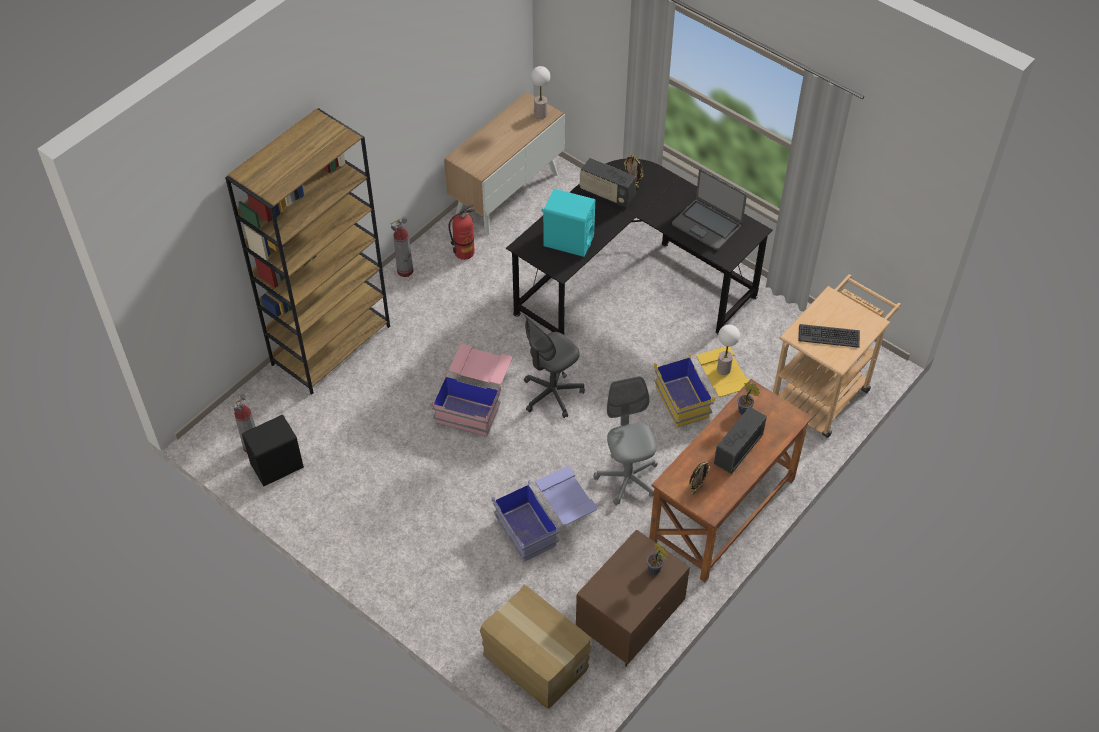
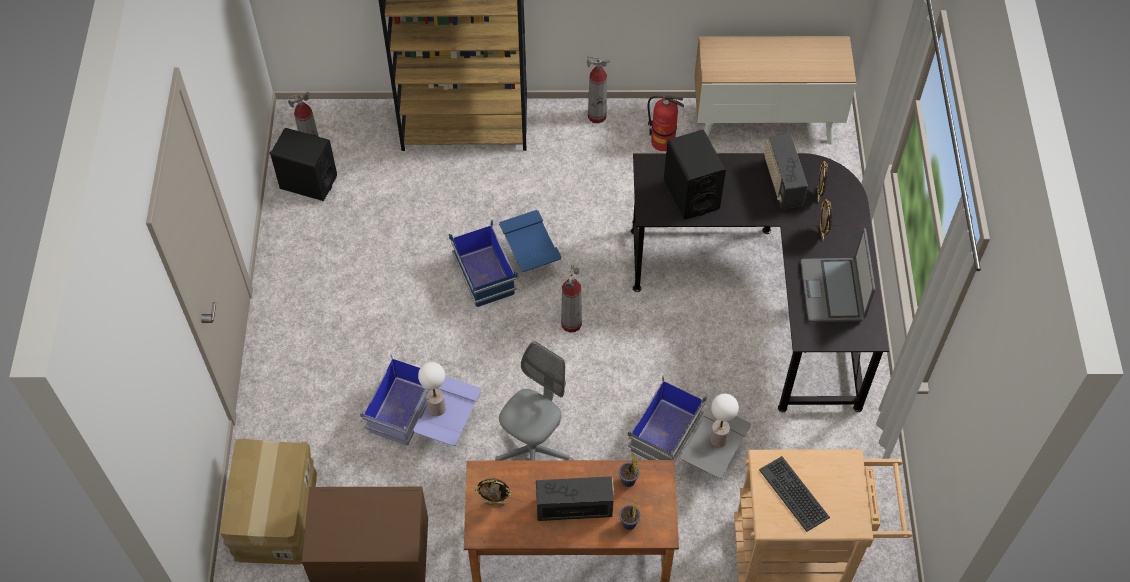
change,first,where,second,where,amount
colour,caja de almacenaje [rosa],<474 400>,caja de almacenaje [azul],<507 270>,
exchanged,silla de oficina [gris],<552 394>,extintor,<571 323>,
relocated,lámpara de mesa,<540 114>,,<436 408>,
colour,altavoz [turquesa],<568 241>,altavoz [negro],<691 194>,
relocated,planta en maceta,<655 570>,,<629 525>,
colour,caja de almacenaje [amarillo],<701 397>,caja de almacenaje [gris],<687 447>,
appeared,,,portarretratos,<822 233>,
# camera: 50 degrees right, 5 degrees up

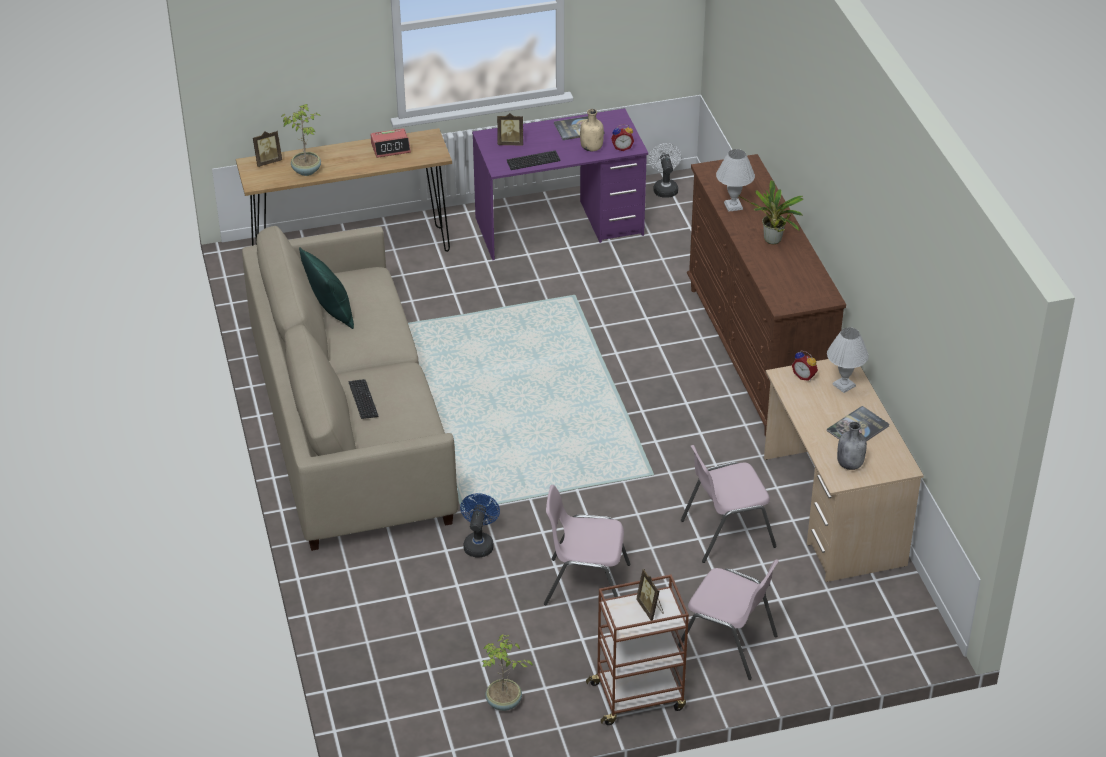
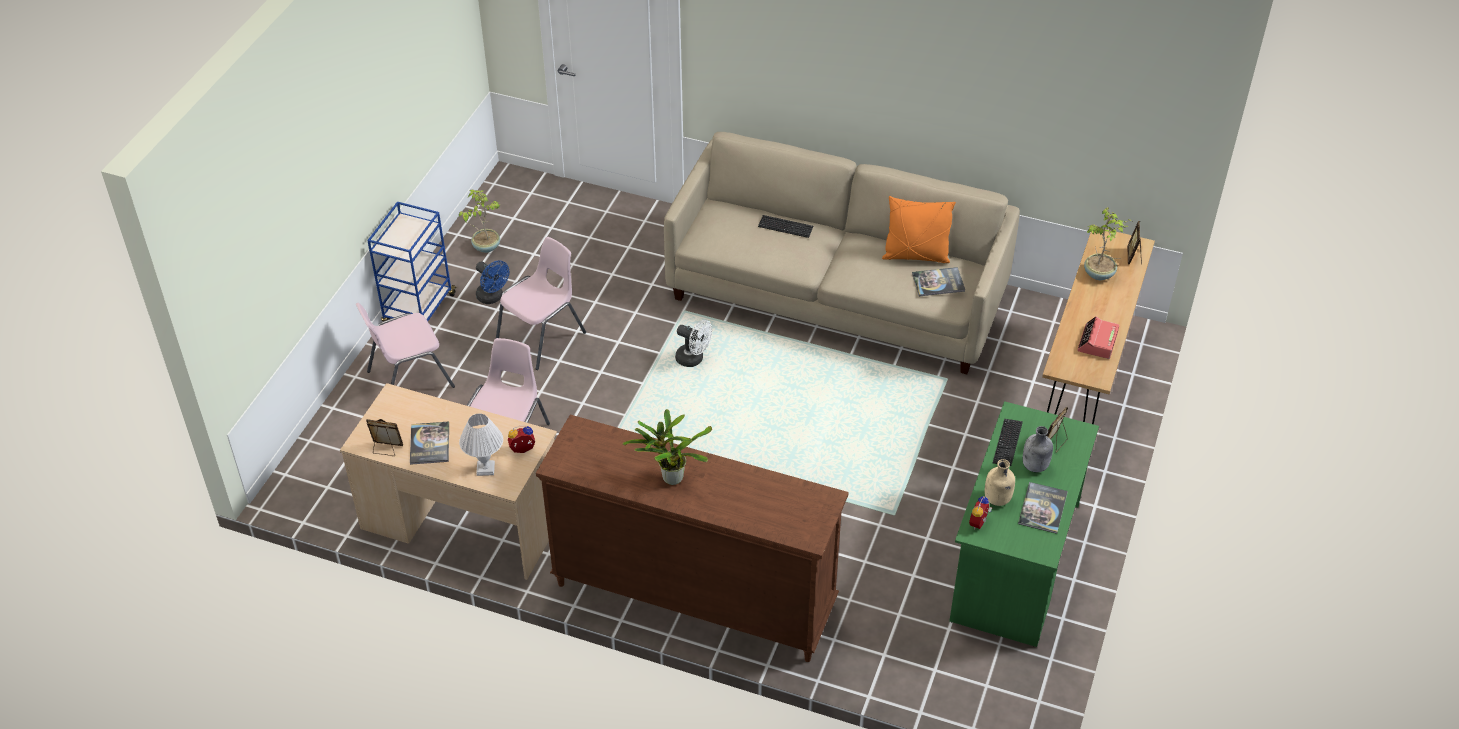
change,first,where,second,where,amount
colour,cojín [verde],<331 312>,cojín [naranja],<916 256>,
relocated,ventilador [azul],<479 543>,,<493 297>,
colour,escritorio [morado],<559 227>,escritorio [verde],<1015 562>,
colour,carrito [marrón],<638 696>,carrito [azul],<419 310>,
relocated,portarretratos,<650 608>,,<386 449>,
relocated,ventilador [blanco],<664 188>,,<693 359>,
missing,lámpara de mesa [blanco],<733 206>,,,
relocated,botella [gris],<850 464>,,<1035 466>,
appeared,,,libro,<938 282>,
# camera: 125 degrees right, 5 degrees up

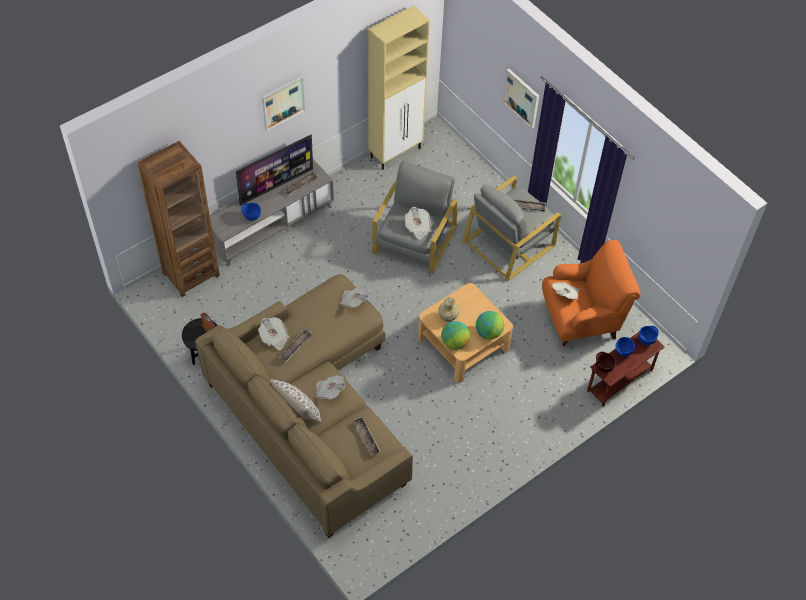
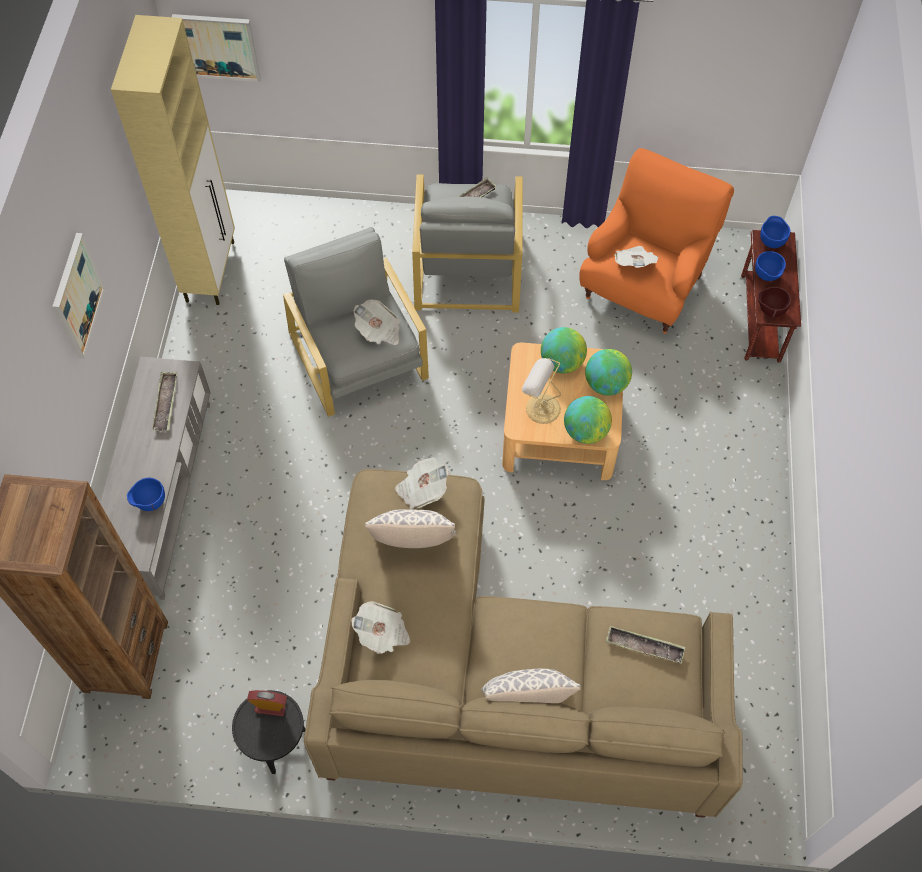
change,first,where,second,where,amount
missing,televisor,<276 186>,,,
missing,bandeja,<295 346>,,,
missing,periódico,<329 391>,,,
exchanged,florero [beis],<448 317>,lámpara de mesa,<541 408>,
relocated,cuadro,<521 98>,,<217 46>,
appeared,,,cojín,<413 544>,
appeared,,,globo terráqueo,<562 362>,
# camera: 45 degrees left, 5 degrees up

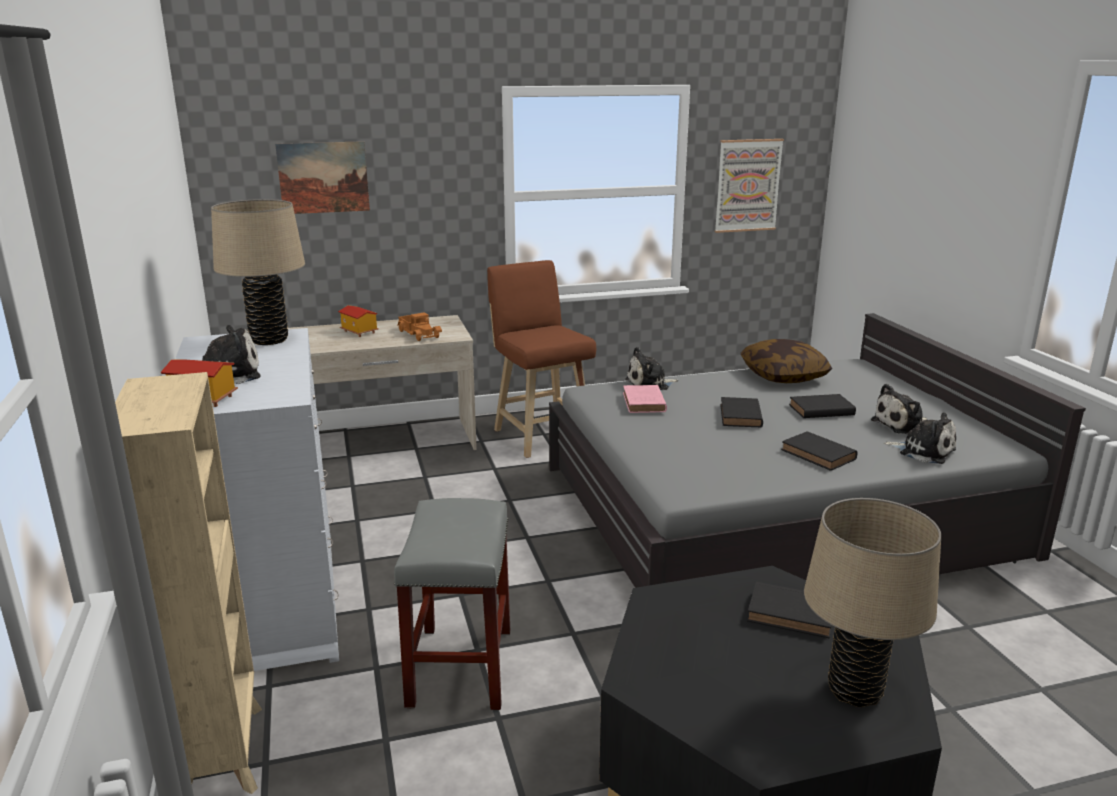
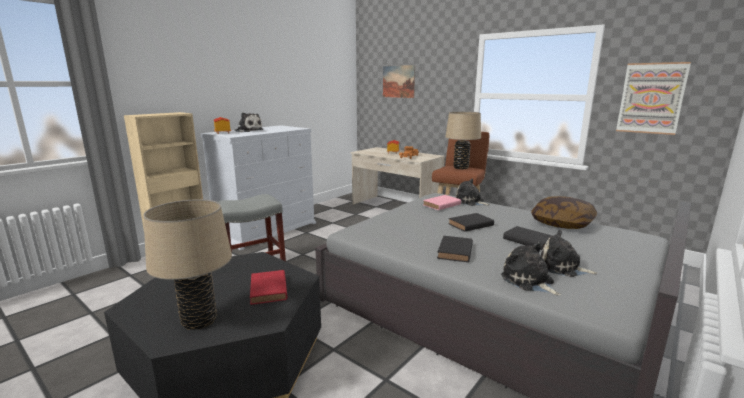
change,first,where,second,where,amount
relocated,lámpara de mesa [beis],<269 340>,,<461 168>,
colour,libro [negro],<793 614>,libro [rojo],<268 290>,
spun,peluche,<923 451>,,<529 281>,150 degrees clockwise
# camera: 55 degrees right, 5 degrees down

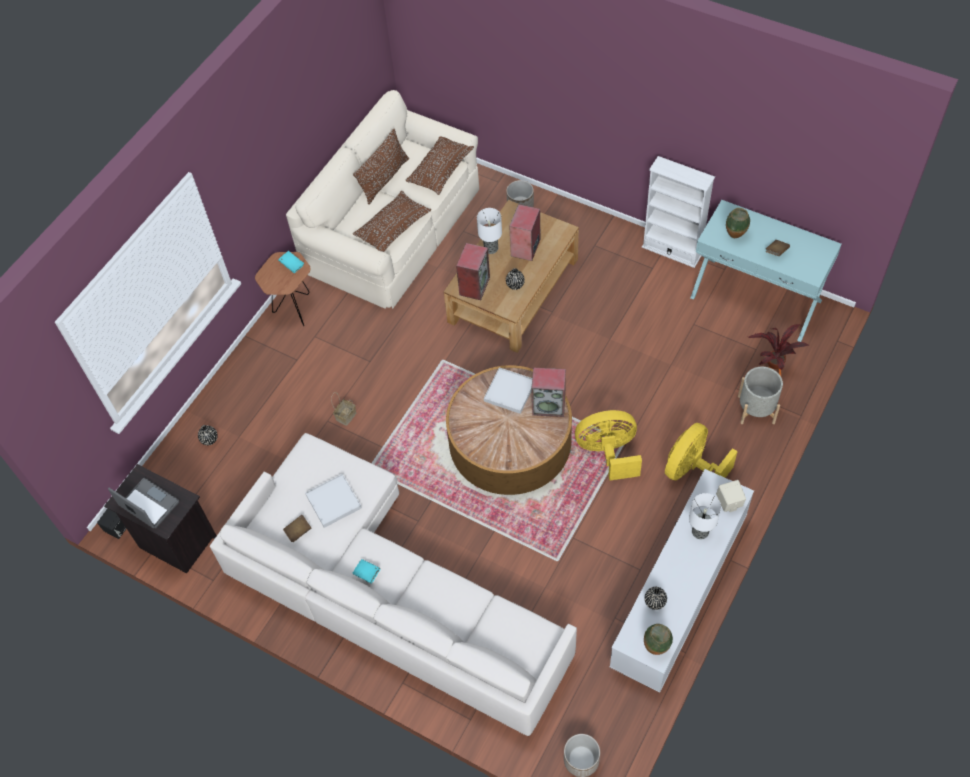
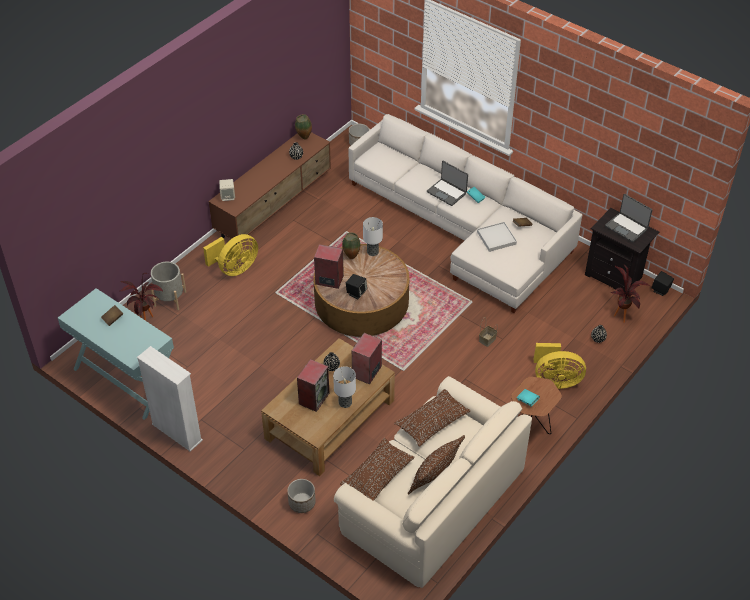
change,first,where,second,where,amount
exchanged,bandeja [blanco],<509 392>,altavoz [negro],<356 293>,
relocated,ventilador [amarillo],<608 453>,,<555 380>,
colour,mueble de televisión [blanco],<677 595>,mueble de televisión [marrón],<274 204>,
relocated,lámpara de mesa,<700 532>,,<372 251>,
relocated,florero,<735 236>,,<351 257>,
appeared,,,portátil,<447 192>,
appeared,,,planta en maceta,<622 314>,
# camera: 175 degrees left, 10 degrees down

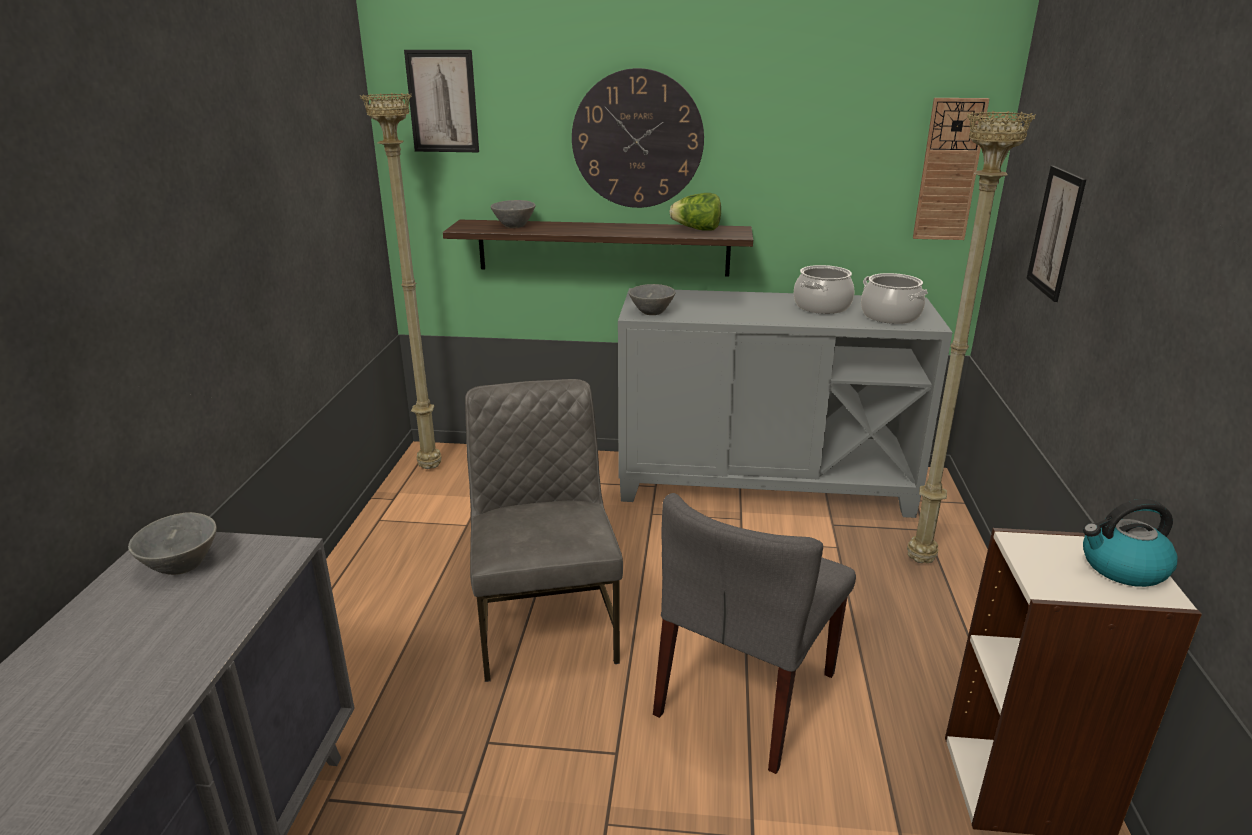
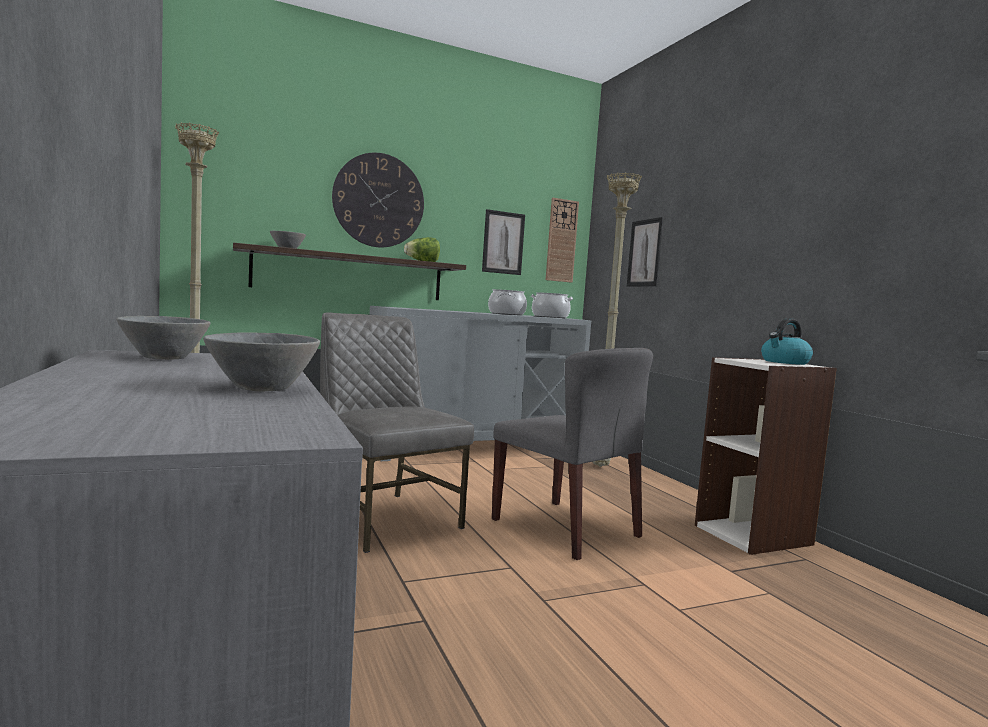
change,first,where,second,where,amount
relocated,cuadro,<442 101>,,<503 242>,
relocated,cuenco [gris],<650 312>,,<259 388>,
spun,silla [gris],<746 695>,,<566 528>,45 degrees counterclockwise
# camera: 30 degrees left, 20 degrees down

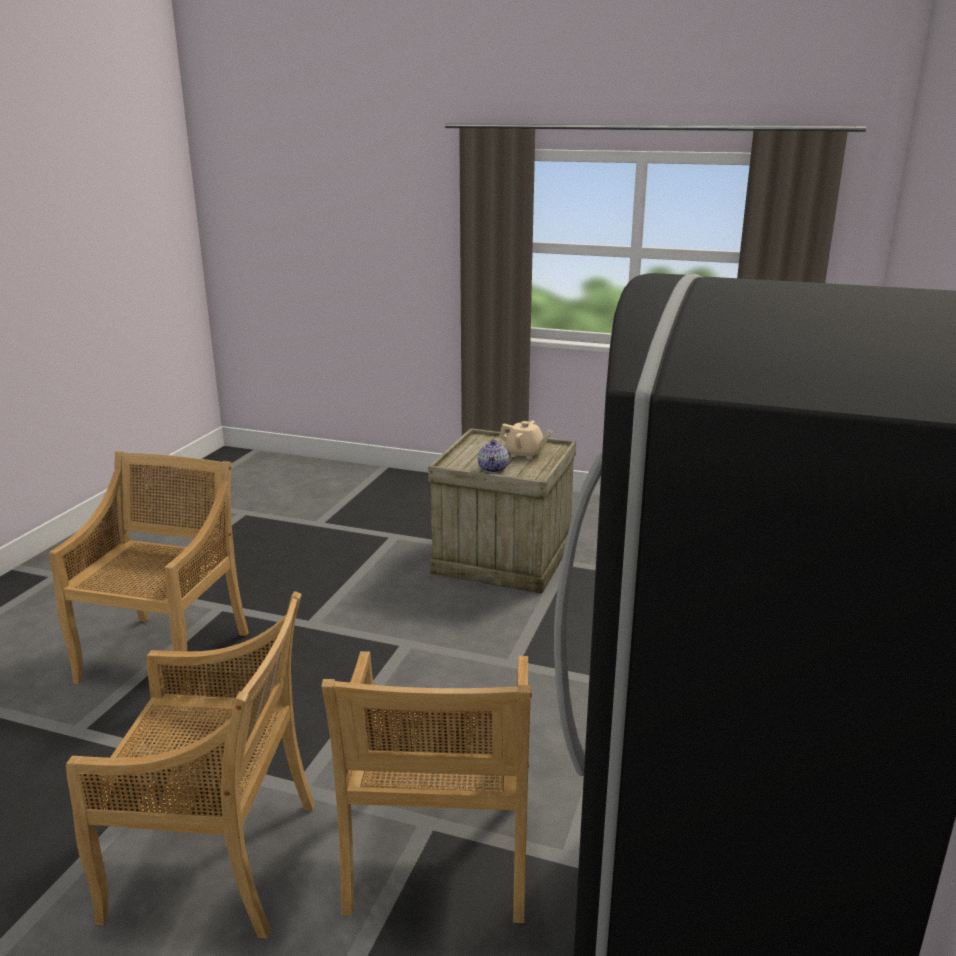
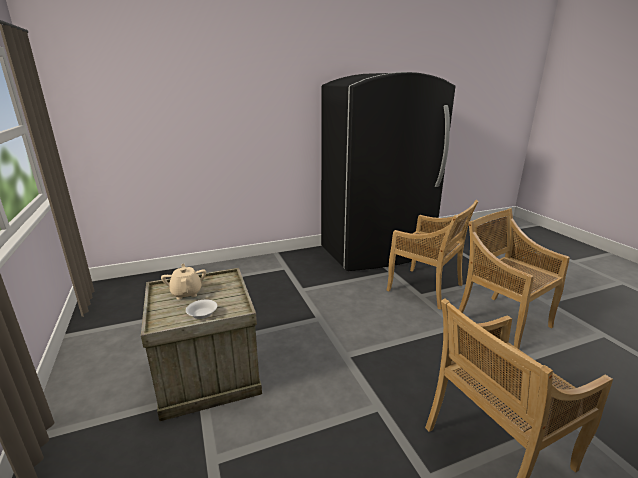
change,first,where,second,where,amount
spun,silla [beis],<439 856>,,<426 288>,75 degrees clockwise
missing,tetera,<493 469>,,,
appeared,,,cuenco [blanco],<203 315>,
# camera: 130 degrees left, 0 degrees up

